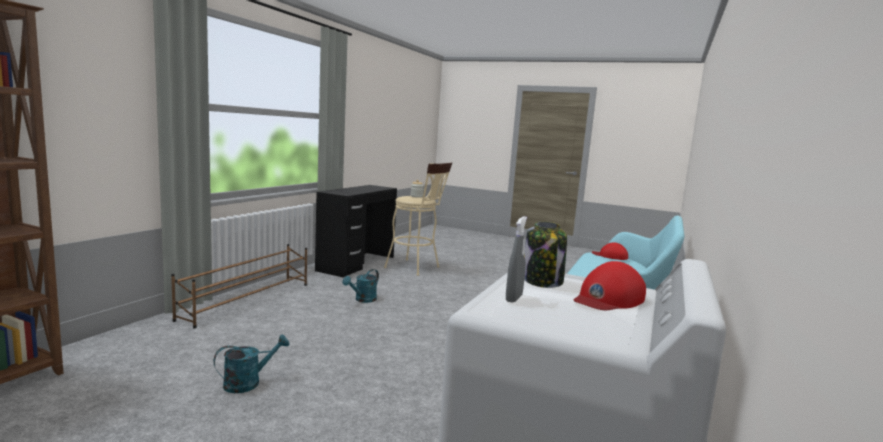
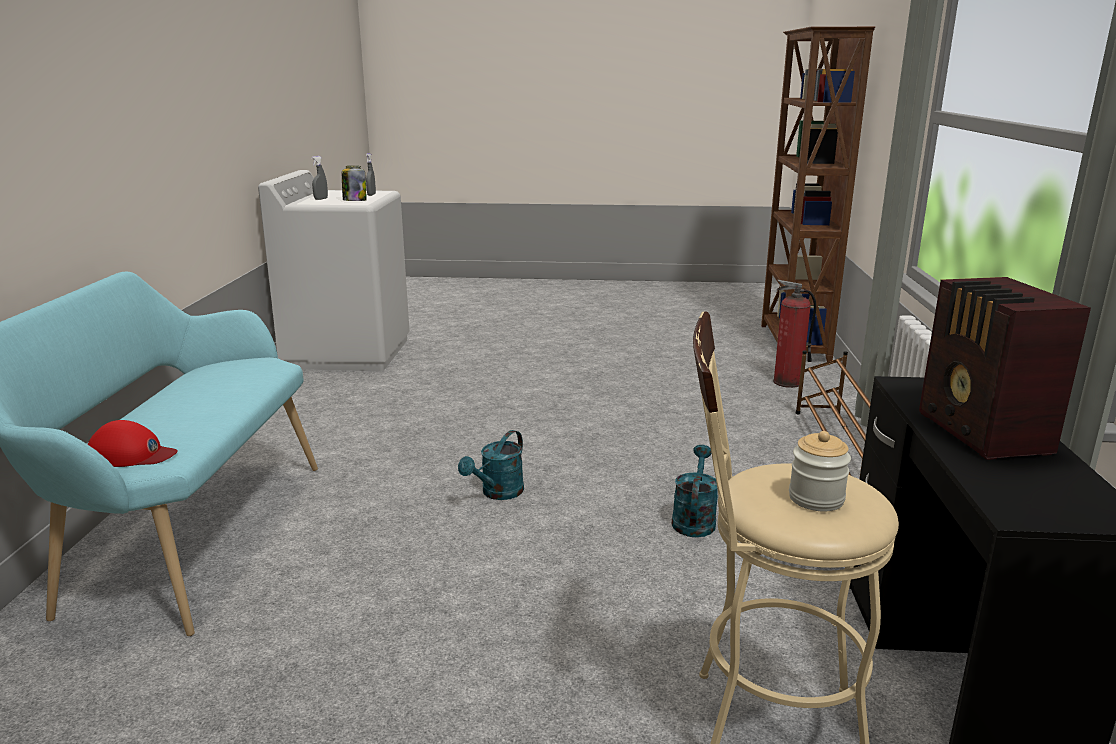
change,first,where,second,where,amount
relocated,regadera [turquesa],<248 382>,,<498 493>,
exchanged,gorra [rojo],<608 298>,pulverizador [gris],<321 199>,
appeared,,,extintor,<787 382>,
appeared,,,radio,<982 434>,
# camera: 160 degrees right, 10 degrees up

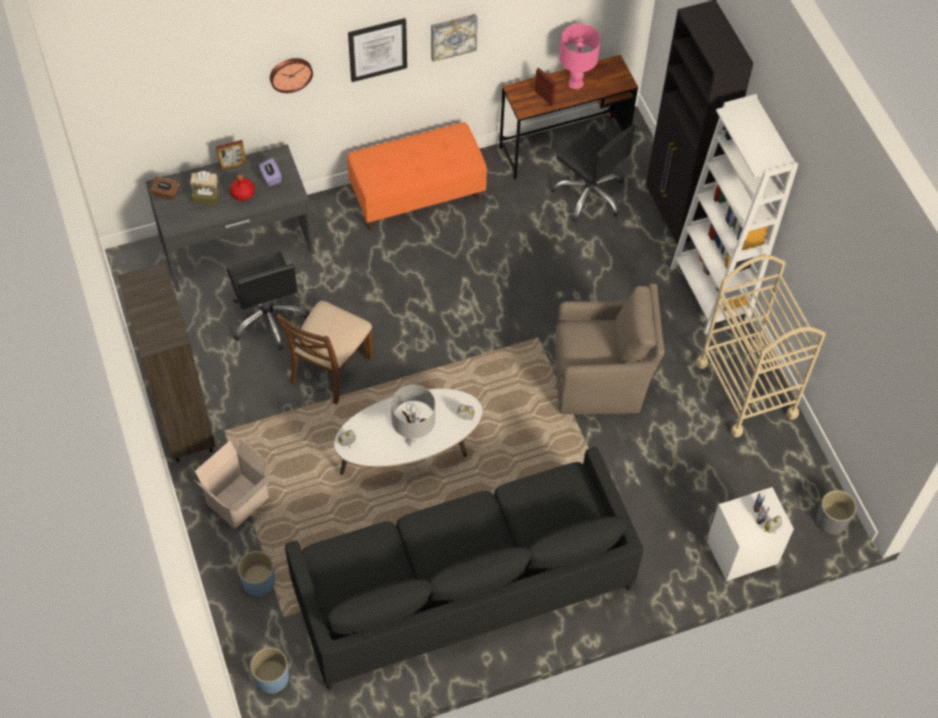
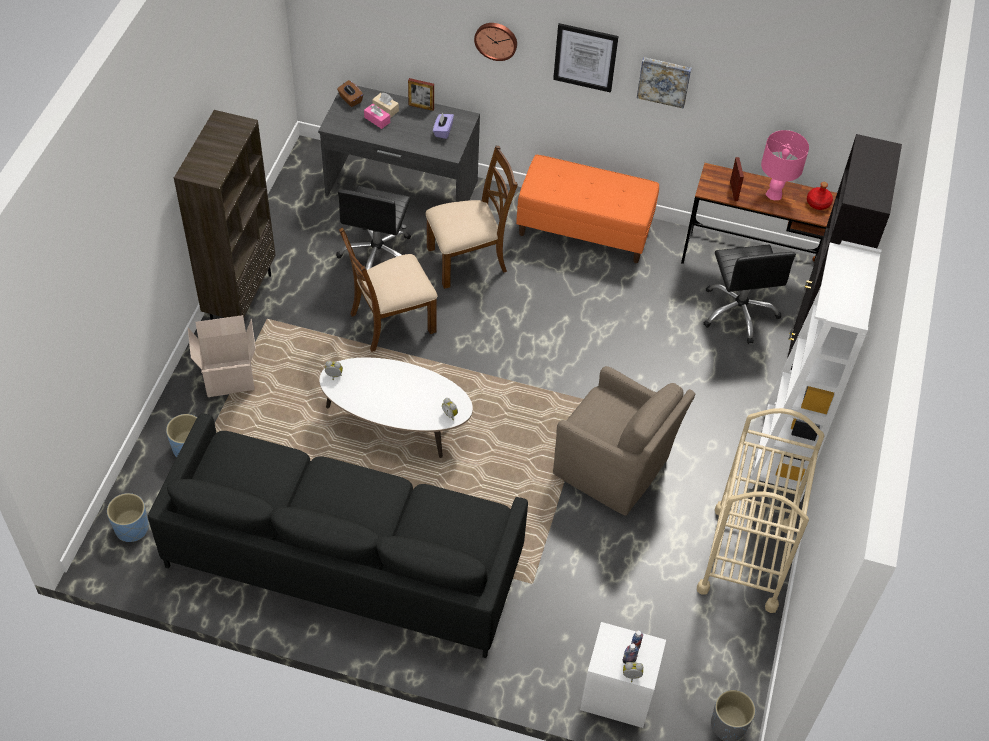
change,first,where,second,where,amount
colour,caja de pañuelos [marrón],<206 199>,caja de pañuelos [rosa],<377 120>,
relocated,botella [rojo],<242 193>,,<818 203>,
missing,lámpara de mesa [gris],<414 439>,,,
appeared,,,silla [marrón],<468 259>,
# camera: 35 degrees right, 5 degrees down

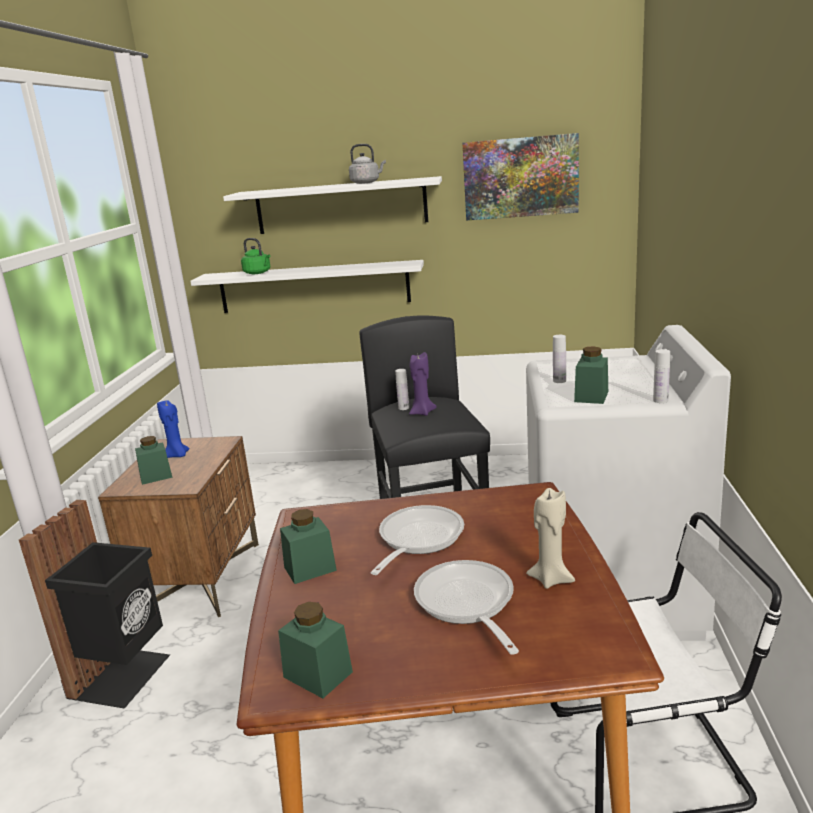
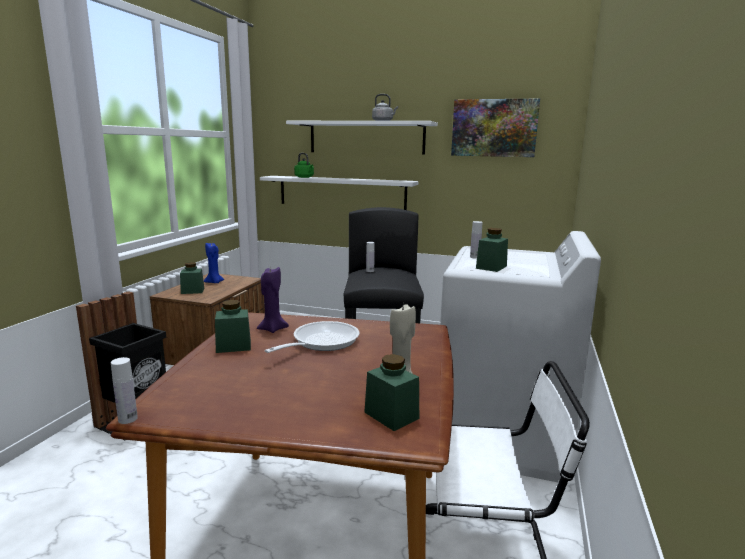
change,first,where,second,where,amount
relocated,tarro [verde],<318 674>,,<391 415>,
relocated,vela [morado],<422 412>,,<272 329>,
missing,sartén,<467 604>,,,
relocated,botella [blanco],<660 400>,,<128 419>,
# camera: 10 degrees right, 5 degrees down

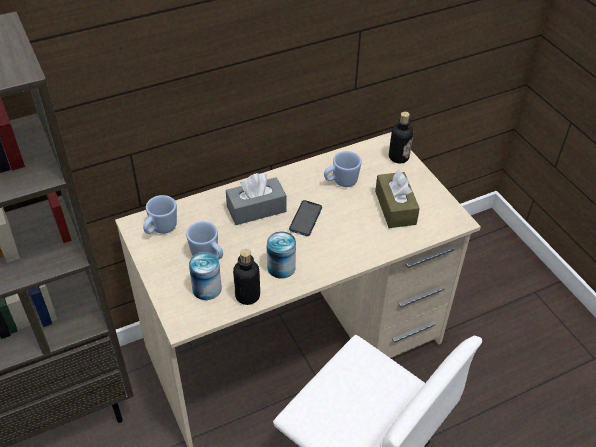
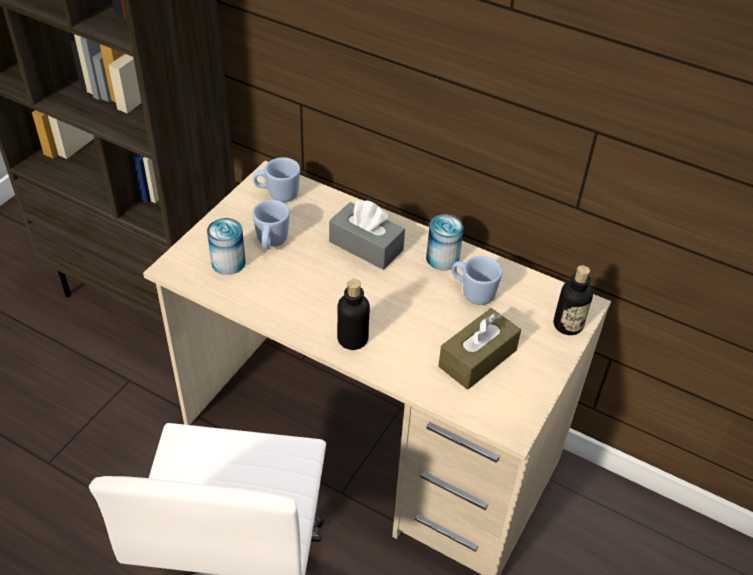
change,first,where,second,where,amount
relocated,botella,<247 296>,,<352 339>,
relocated,lata,<281 267>,,<442 258>,
missing,móvil,<305 219>,,,
# camera: 55 degrees right, 0 degrees up

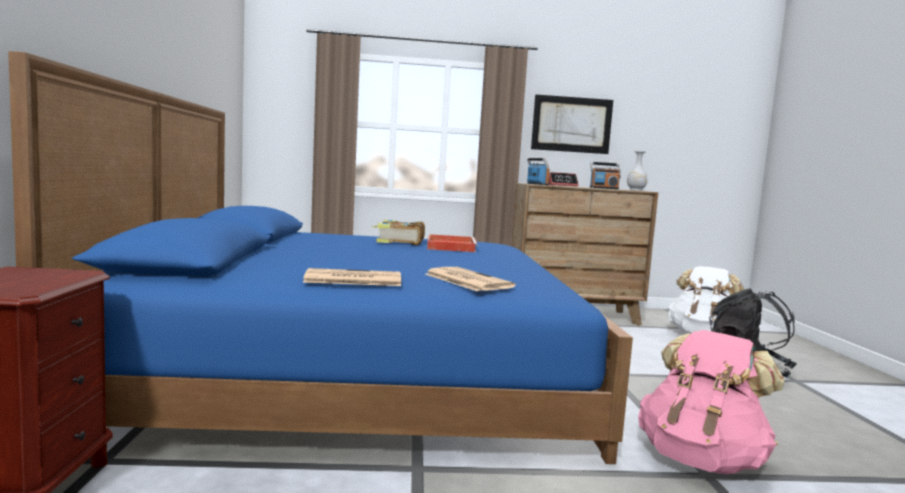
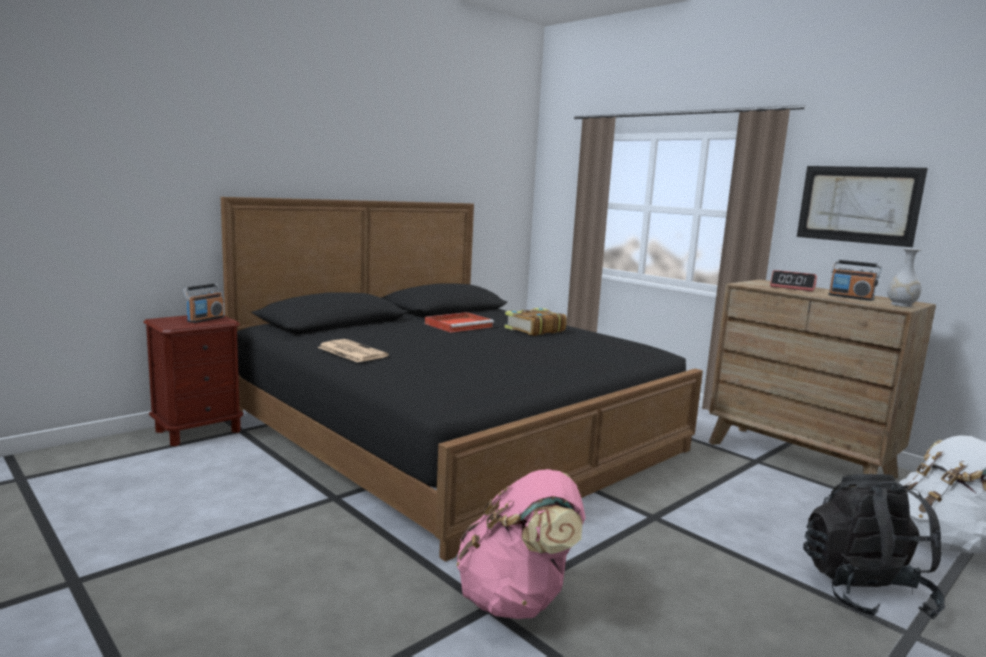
change,first,where,second,where,amount
colour,cama [azul],<356 368>,cama [negro],<454 431>,
missing,periódico,<466 280>,,,
relocated,bandeja [rojo],<450 246>,,<459 325>,
relocated,radio,<537 184>,,<205 319>,
# camera: 50 degrees right, 5 degrees up

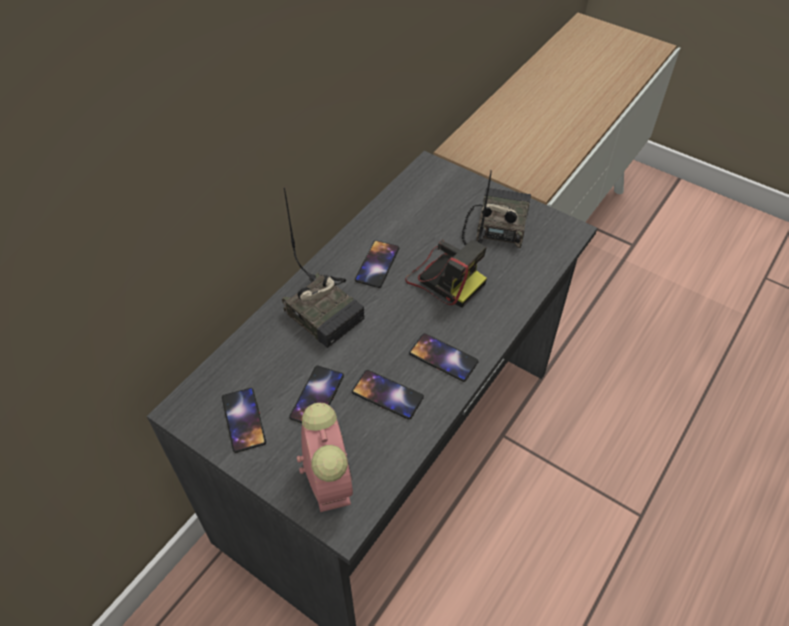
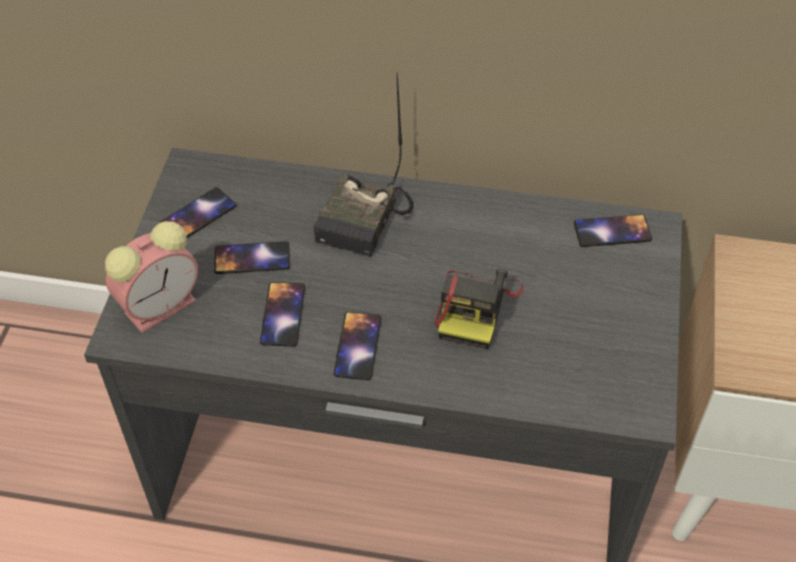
change,first,where,second,where,amount
relocated,móvil,<377 264>,,<612 231>,
missing,radio,<496 226>,,,
# camera: 65 degrees right, 0 degrees up

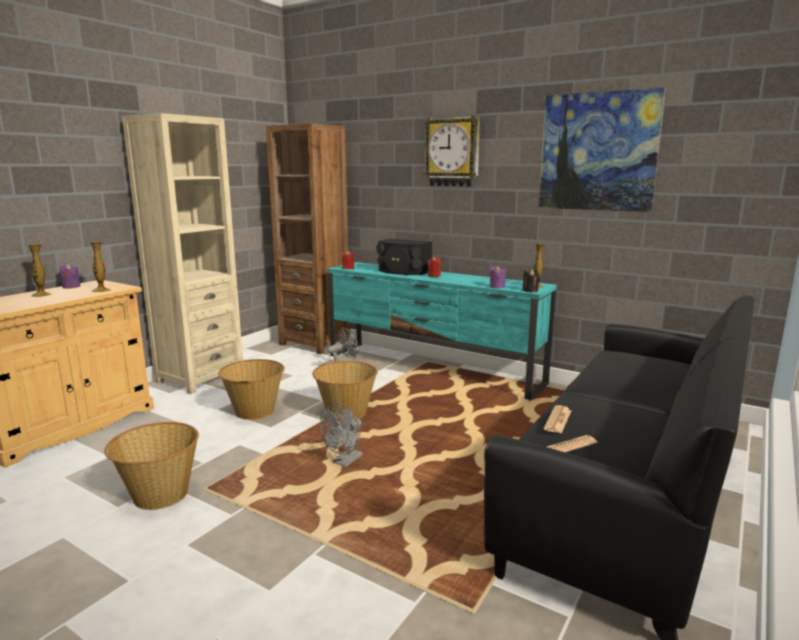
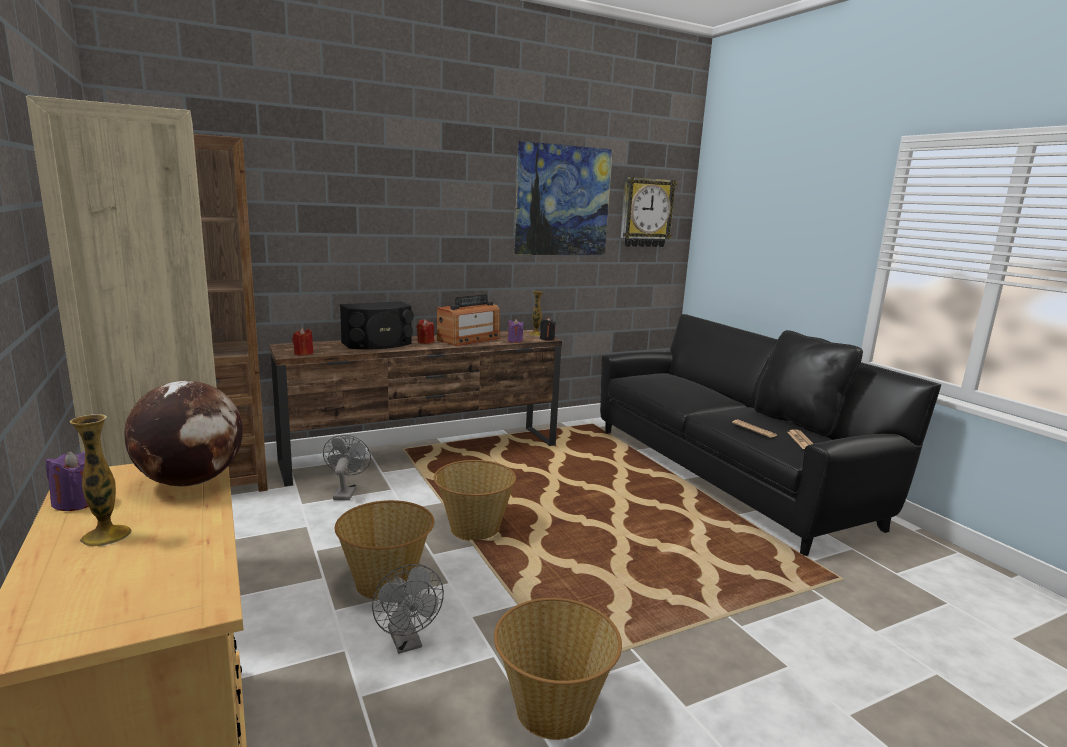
change,first,where,second,where,amount
exchanged,florero,<101 290>,globo terráqueo,<191 481>,
relocated,ventilador [gris],<345 462>,,<407 643>,
colour,mueble de televisión [turquesa],<432 369>,mueble de televisión [marrón],<425 453>,
relocated,reloj de pared,<452 152>,,<646 213>,
appeared,,,radio,<469 339>,
appeared,,,cojín [negro],<798 422>,
# camera: 60 degrees left, 0 degrees up

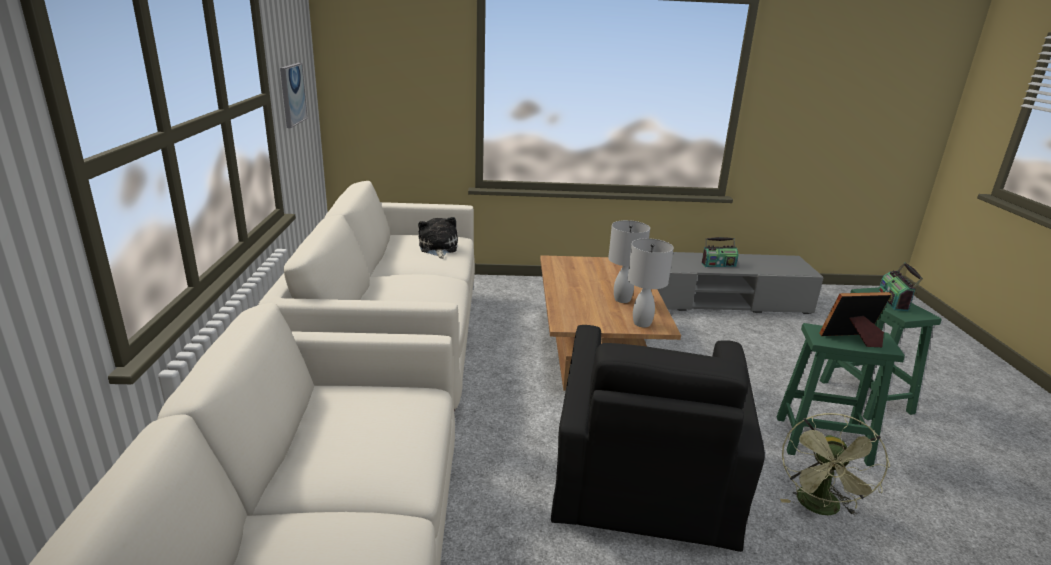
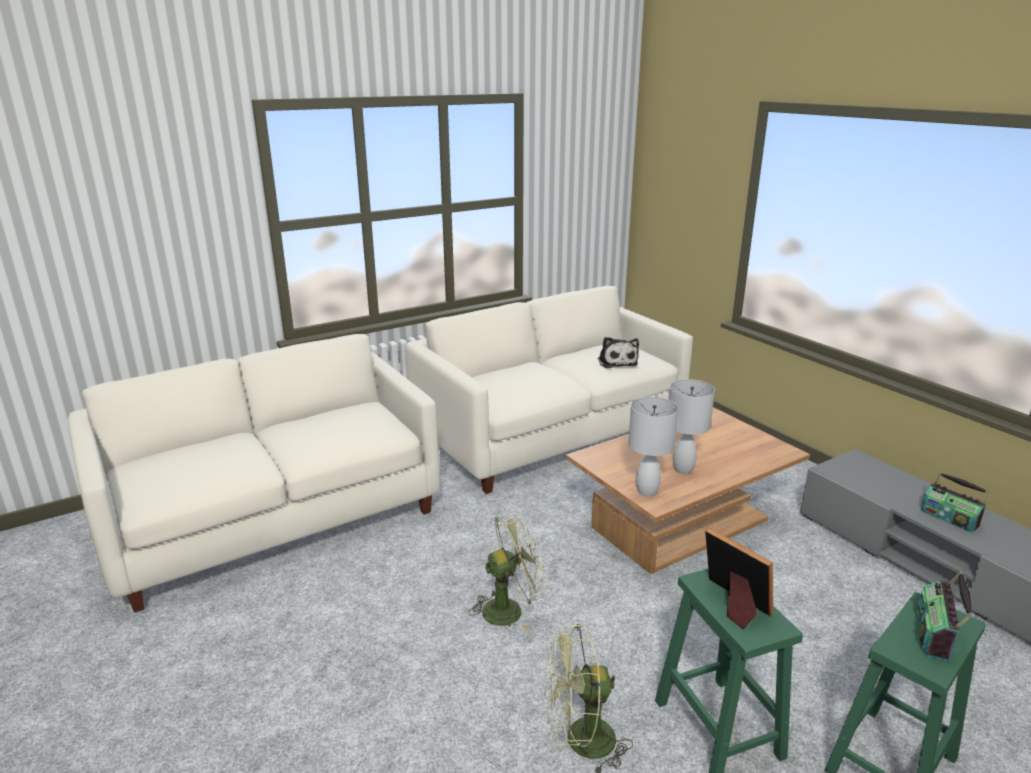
change,first,where,second,where,amount
missing,cuadro,<292 94>,,,
spun,peluche,<438 248>,,<617 362>,120 degrees clockwise
exchanged,sillón [negro],<643 480>,ventilador [verde],<510 609>,
spun,radio,<894 301>,,<935 634>,45 degrees counterclockwise
# camera: 60 degrees right, 0 degrees up

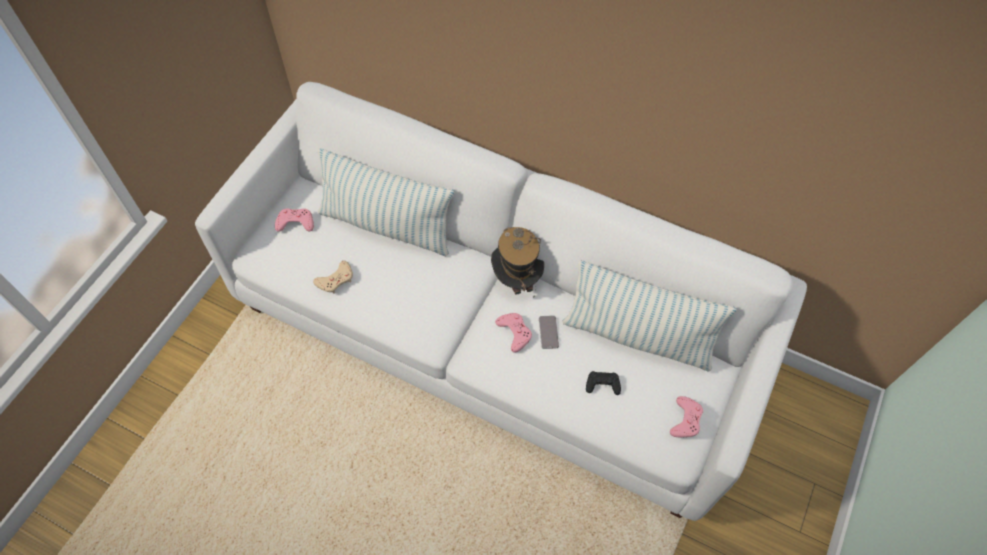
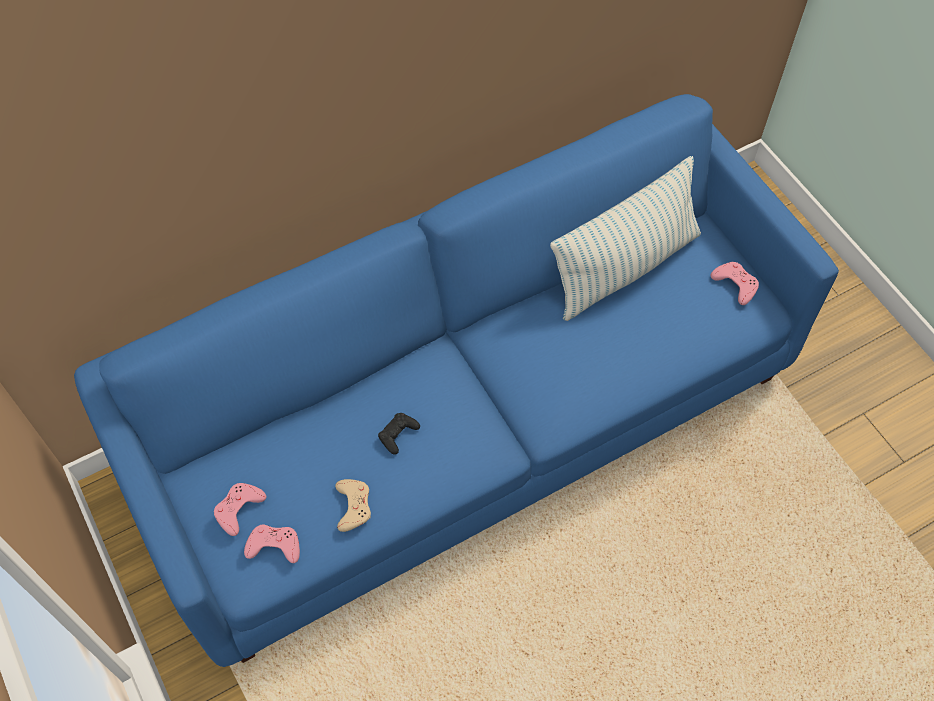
change,first,where,second,where,amount
colour,sofá [blanco],<493 333>,sofá [azul],<466 421>,
missing,cojín,<387 225>,,,
missing,sombrero,<516 278>,,,
relocated,mando de consola [rosa],<514 332>,,<274 545>,
missing,móvil,<548 332>,,,
relocated,mando de consola [negro],<602 384>,,<398 434>,
# camera: 55 degrees left, 0 degrees up

